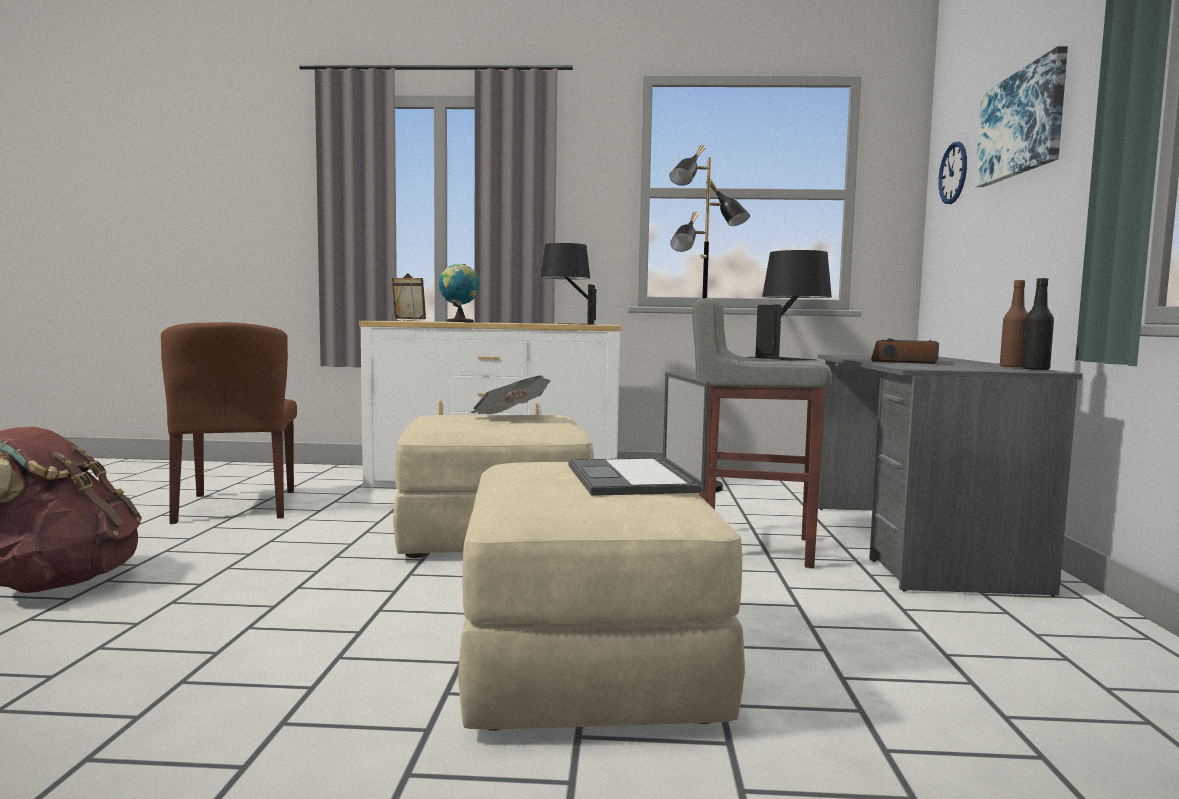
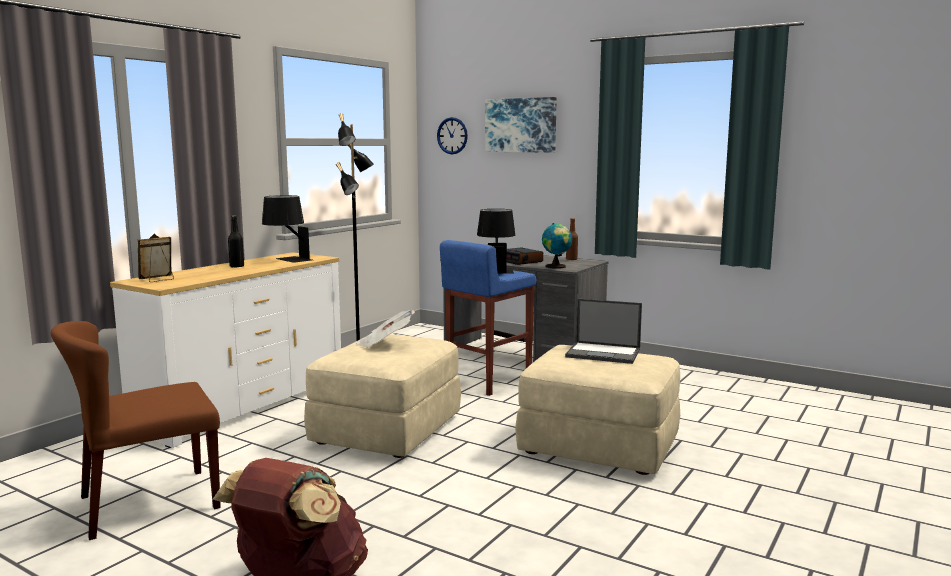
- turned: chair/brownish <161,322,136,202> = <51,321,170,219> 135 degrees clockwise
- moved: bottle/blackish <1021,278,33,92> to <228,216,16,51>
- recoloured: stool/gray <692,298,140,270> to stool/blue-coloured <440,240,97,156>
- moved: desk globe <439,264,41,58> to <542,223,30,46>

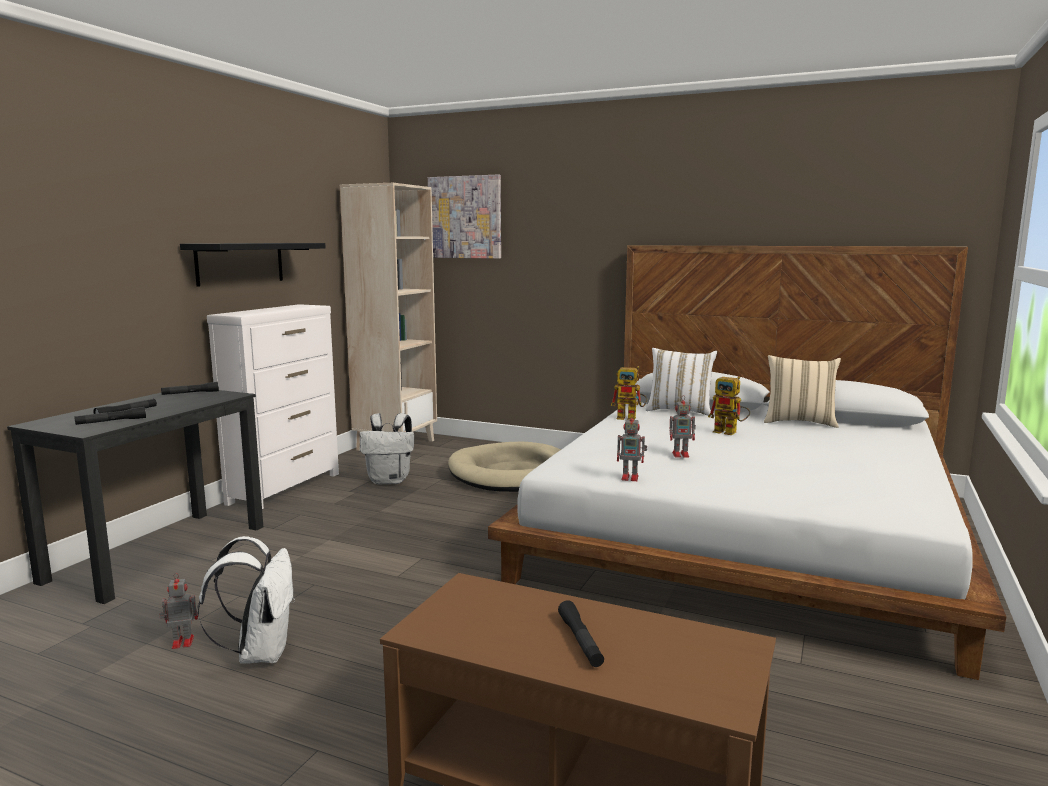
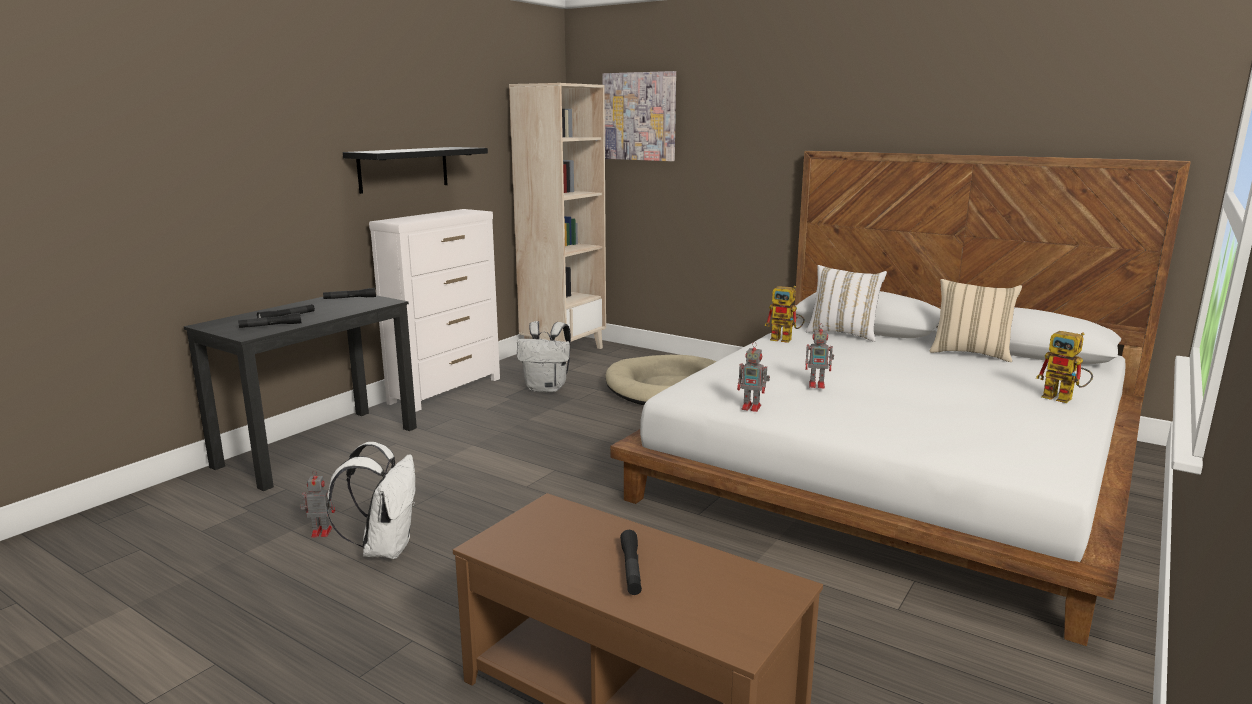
- moved: toy robot <708,376,42,59> to <1036,331,57,72>

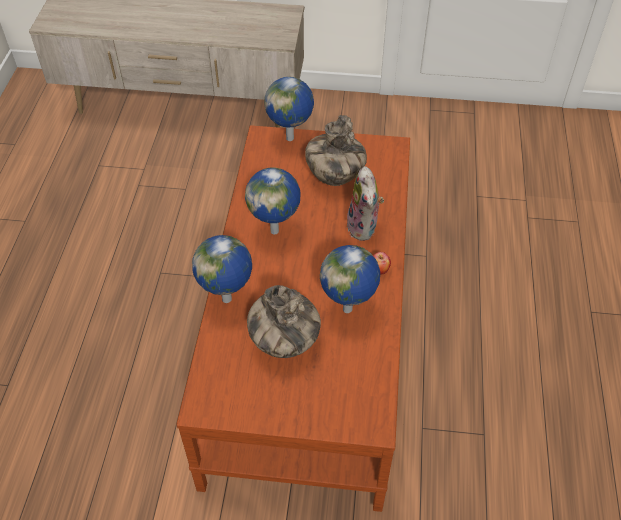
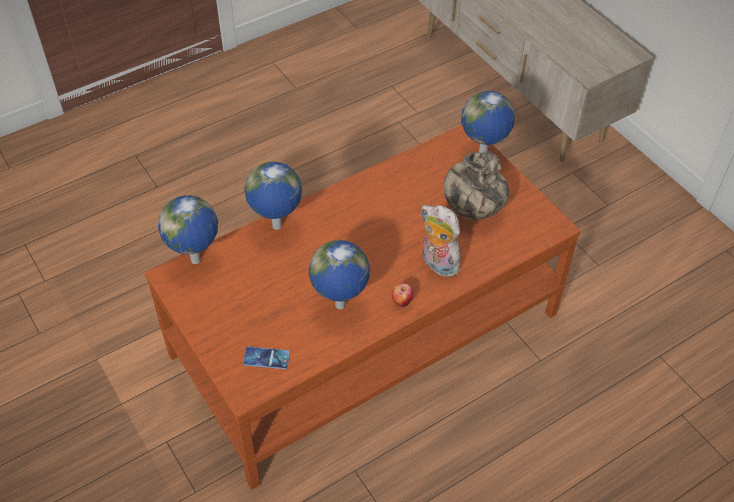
- moved: desk globe <245,168,56,66> to <158,195,60,69>
- added: handset <243,347,47,22>
- turned: soft toy <345,166,39,75> = <421,205,40,72> 90 degrees clockwise
- removed: vase <247,285,74,73>

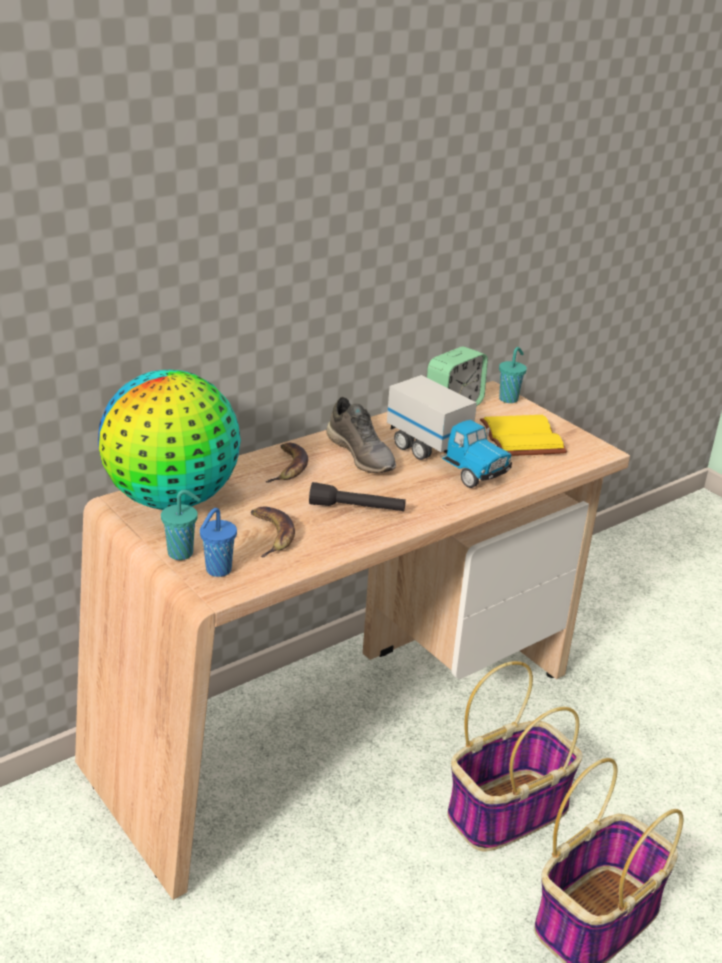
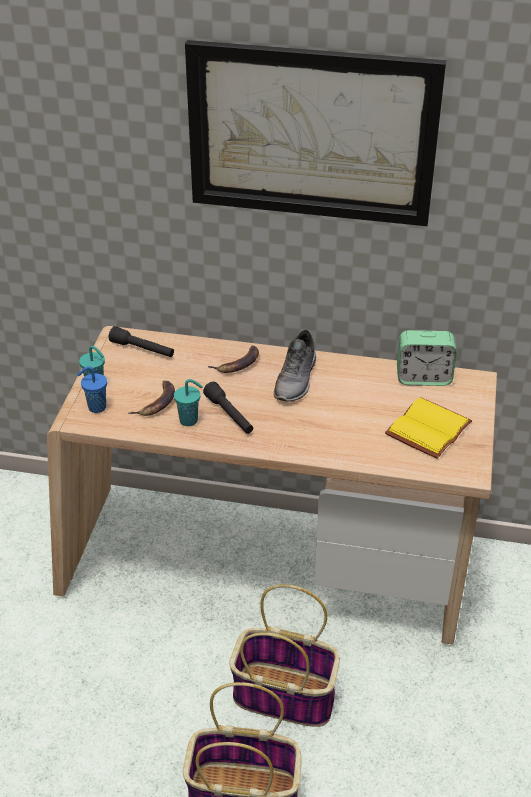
- replaced: desk globe <98,370,143,140> to flashlight/blackish <109,326,65,31>
- moved: small cup/turquoise-coloured <499,347,28,56> to <174,379,29,47>
- added: wall picture <185,40,261,186>
- removed: model truck <387,375,125,113>

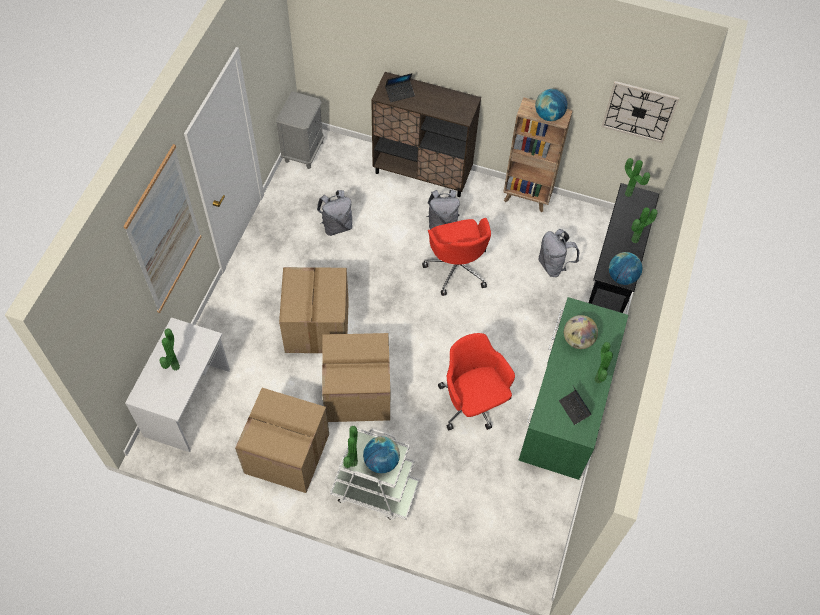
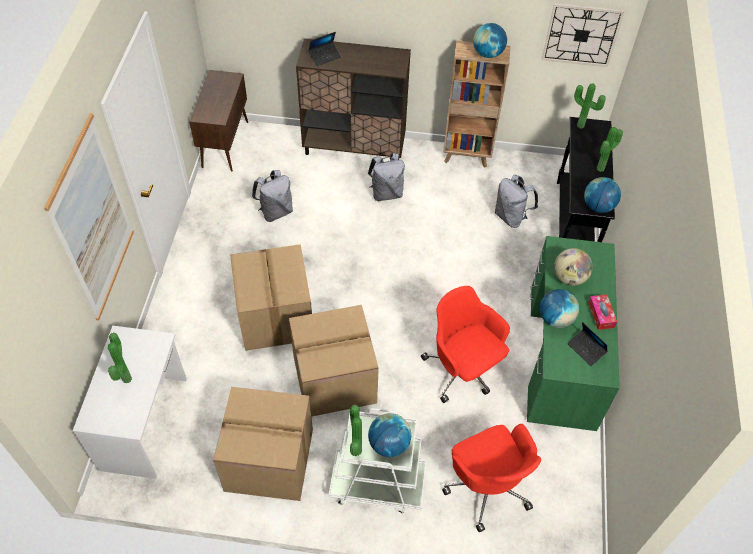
- replaced: night table/gray <276,91,49,78> to cupboard/brownish <189,70,59,102>
- moved: office chair/red <422,218,69,78> to <442,424,99,108>
- added: desk globe <540,289,39,39>
- replaced: houseplant <595,342,18,41> to box of tissues <588,294,29,36>

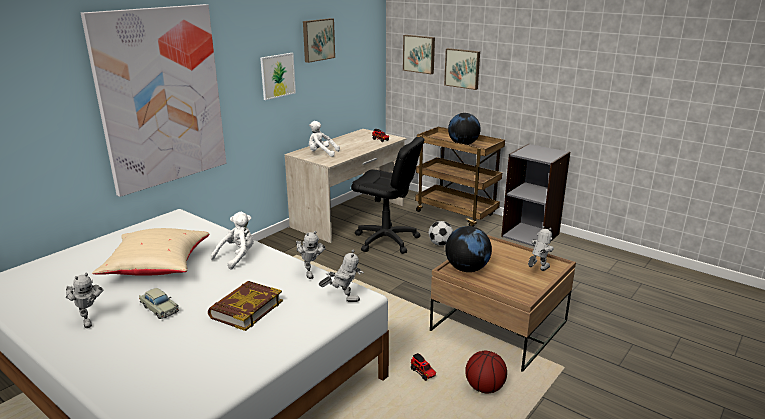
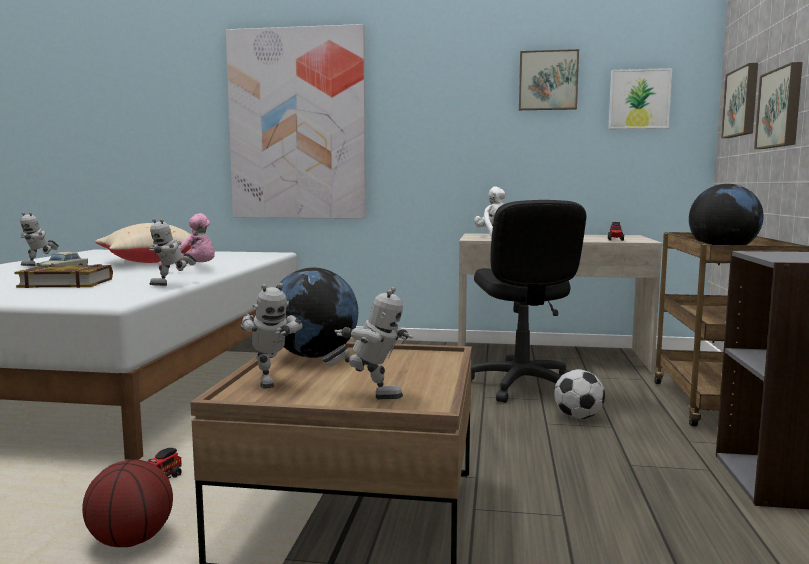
- recoloured: soft toy/white-coloured <211,212,43,58> to soft toy/pink <159,213,56,53>
- moved: toy robot <319,250,45,52> to <240,283,63,105>
- moved: wall picture <260,53,36,47> to <608,68,64,61>

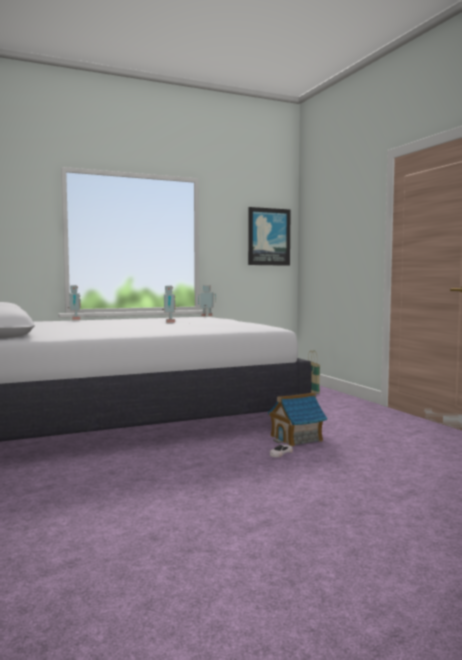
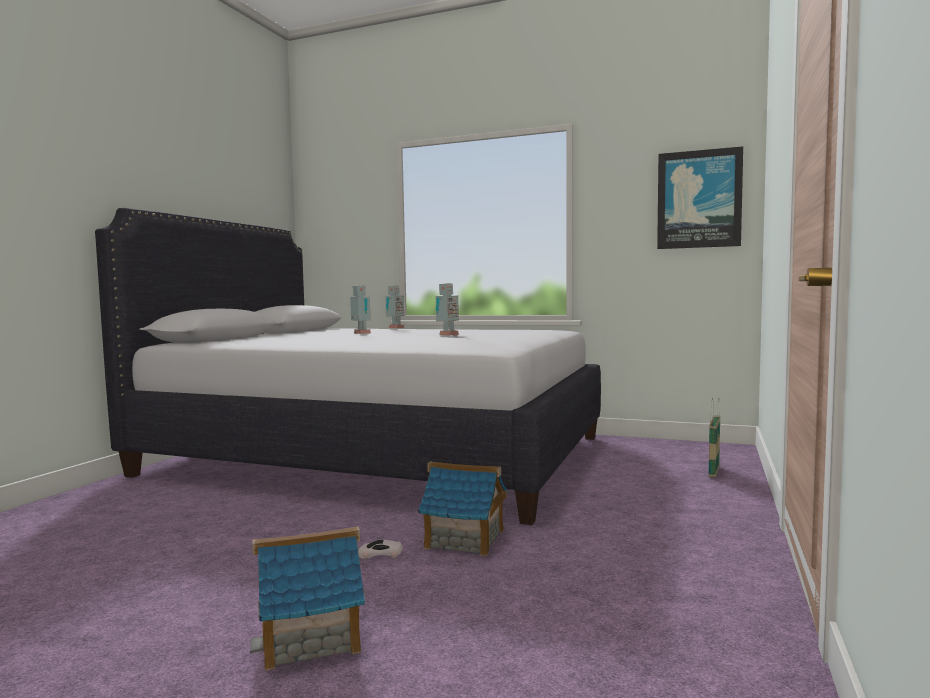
- added: model house <250,526,115,144>
- moved: toy robot <198,285,18,31> to <350,285,21,49>

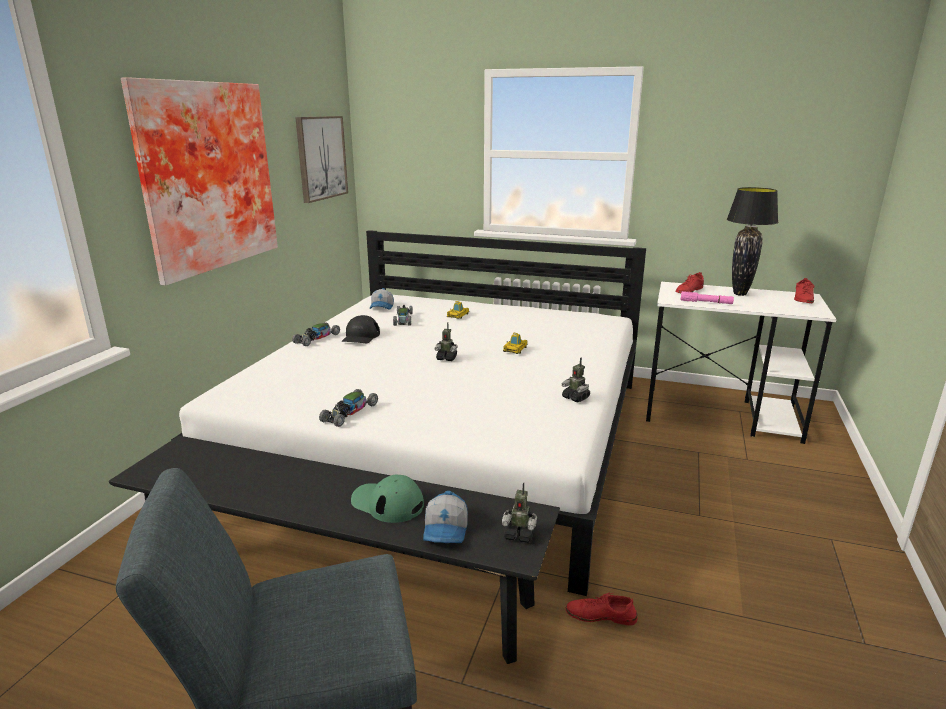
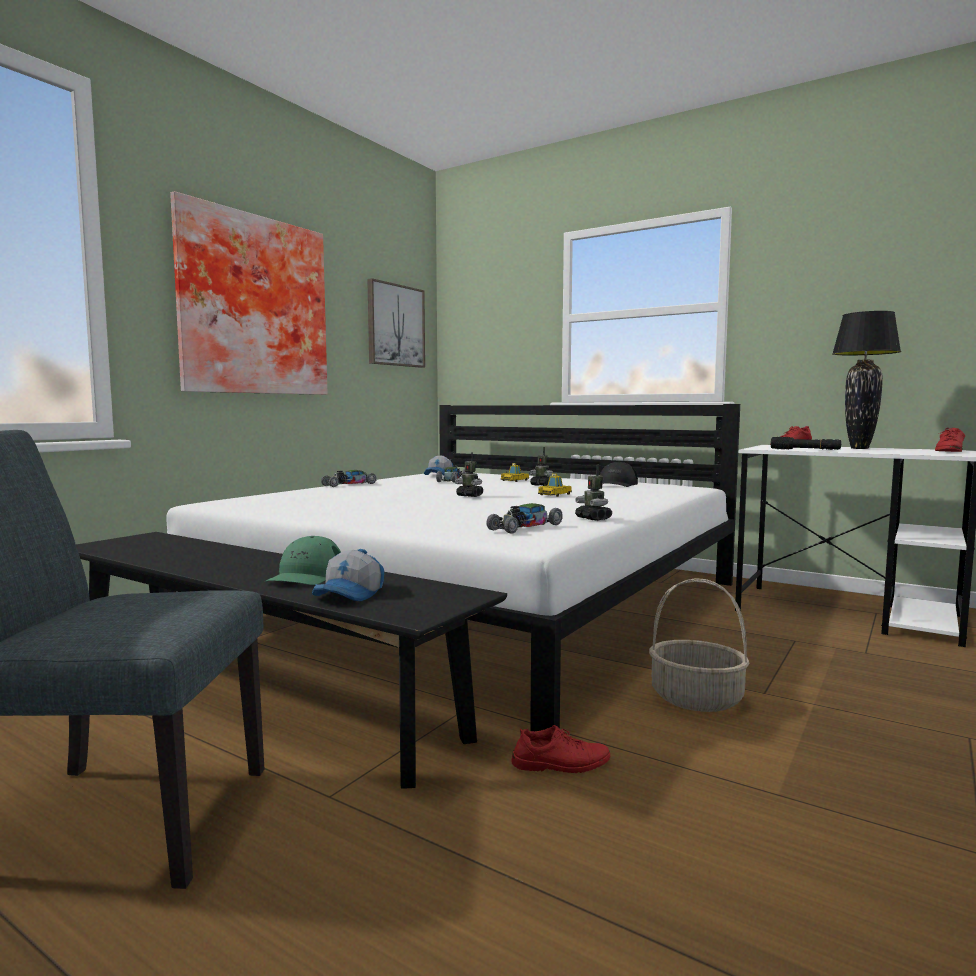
- turned: peaked cap/green <351,474,73,49> = <265,536,76,49> 120 degrees counterclockwise
- moved: miniature car <319,389,59,38> to <486,503,77,31>
- turned: item of footwear/red <566,592,71,33> = <511,725,99,48> 150 degrees clockwise
- moved: toy robot <502,482,35,61> to <529,447,24,39>
- moved: peaked cap/blackish <342,315,38,28> to <600,462,38,25>
- added: basket <649,578,101,134>
- recoloured: flashlight/pink <681,291,53,13> to flashlight/blackish <771,437,70,13>

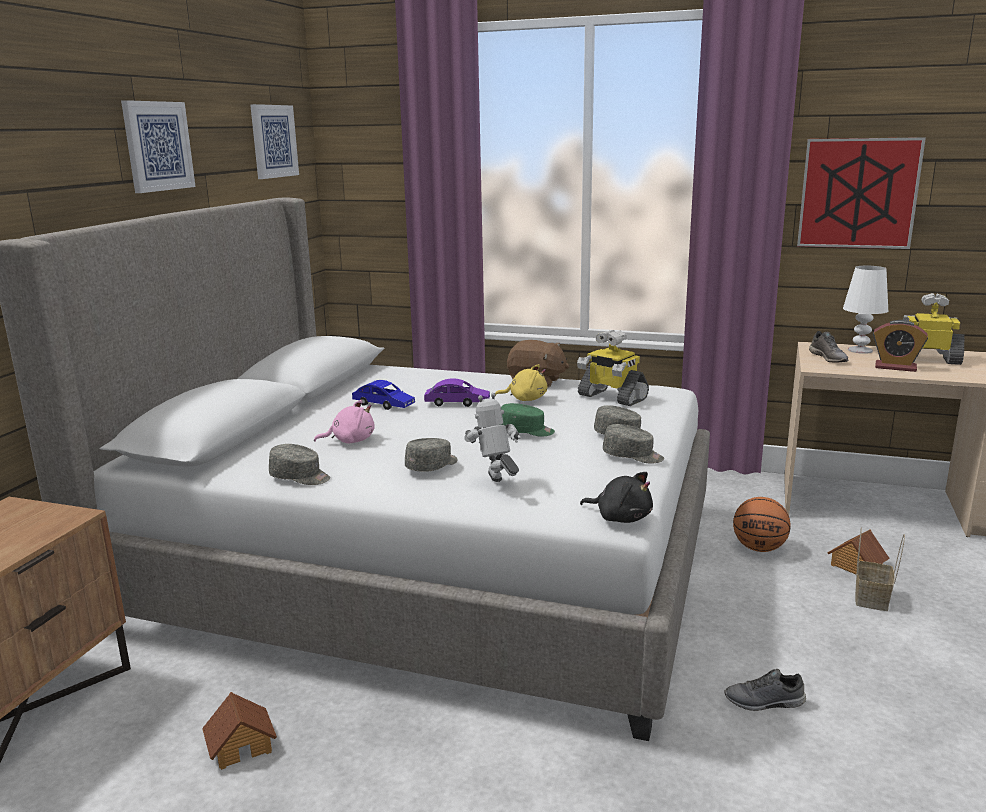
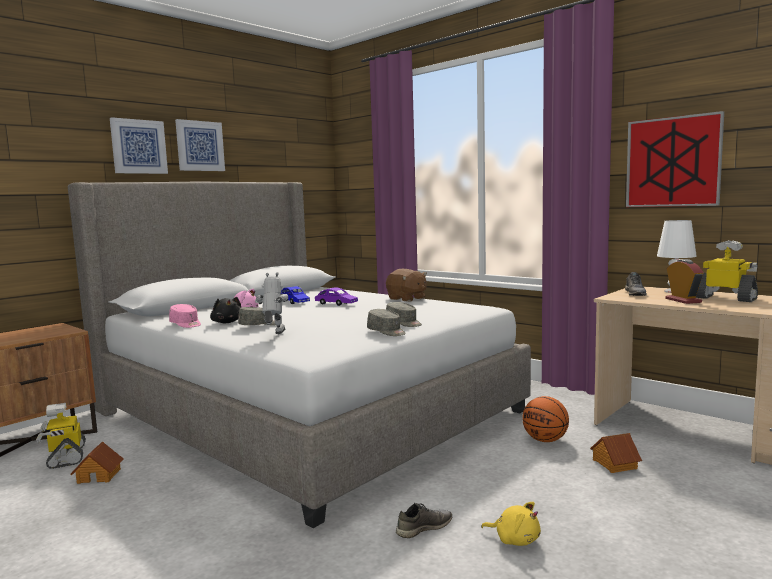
- moved: toy robot <577,330,72,76> to <36,403,50,66>
- moved: wall picture <250,104,49,75> to <110,117,58,57>
- recoloured: peaked cap/gray <269,444,61,41> to peaked cap/pink <169,304,32,24>
- moved: soft toy/blackish <580,472,73,51> to <210,297,31,26>
- turned: item of footwear/gray <724,669,82,42> = <396,503,56,35> 120 degrees clockwise
- moved: soft toy/yellow-coloured <495,364,52,37> to <481,502,60,44>
- turned: bedside clock <873,320,55,52> = <665,259,39,45> 150 degrees counterclockwise
- removed: peaked cap/green <501,403,54,34>
- removed: basket <855,527,50,84>

